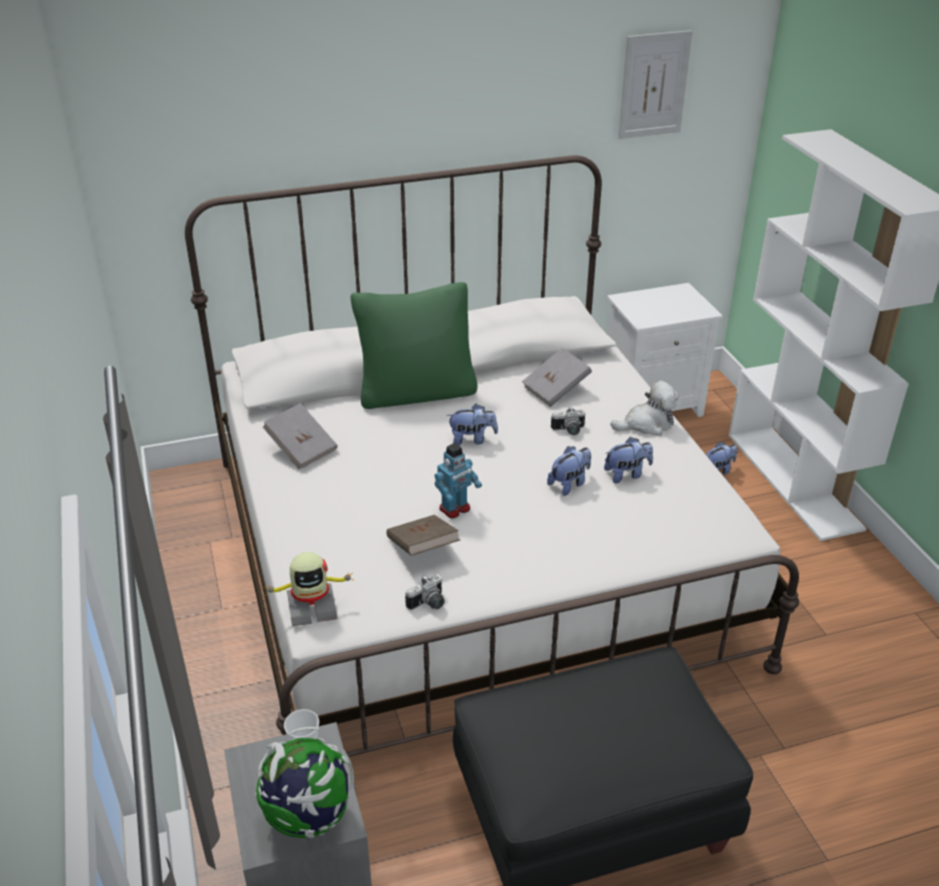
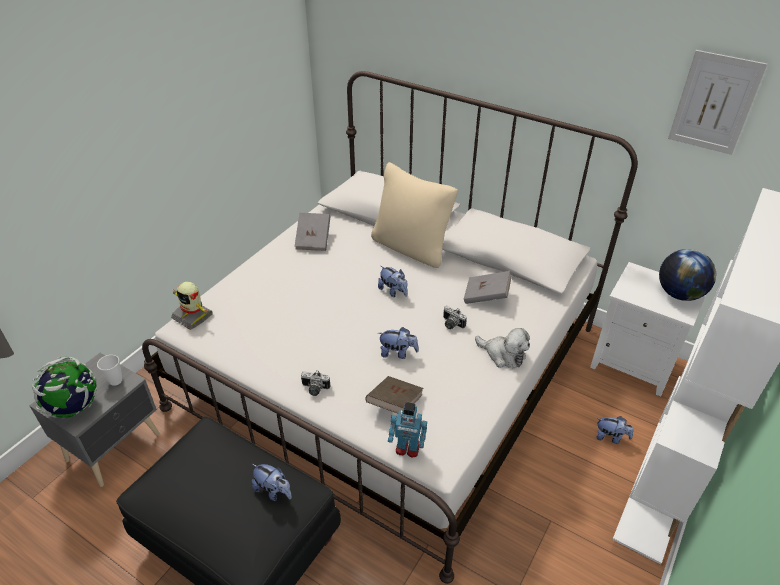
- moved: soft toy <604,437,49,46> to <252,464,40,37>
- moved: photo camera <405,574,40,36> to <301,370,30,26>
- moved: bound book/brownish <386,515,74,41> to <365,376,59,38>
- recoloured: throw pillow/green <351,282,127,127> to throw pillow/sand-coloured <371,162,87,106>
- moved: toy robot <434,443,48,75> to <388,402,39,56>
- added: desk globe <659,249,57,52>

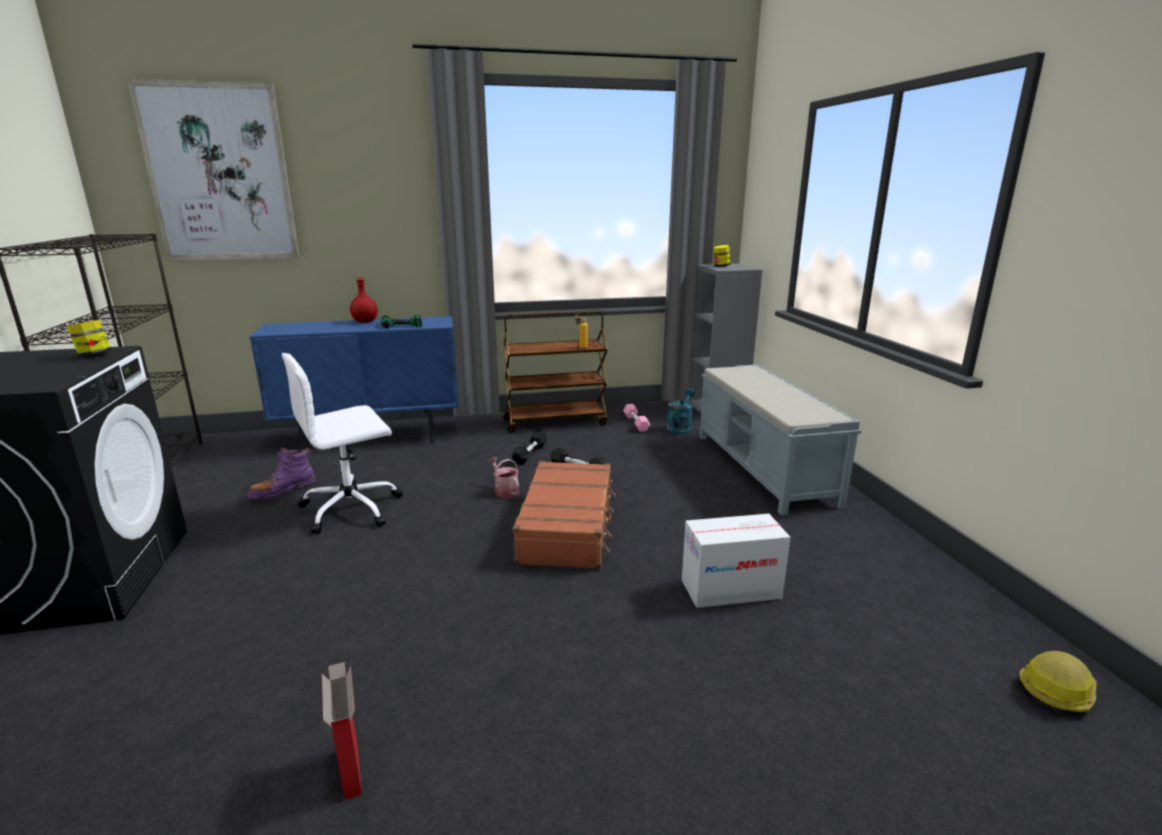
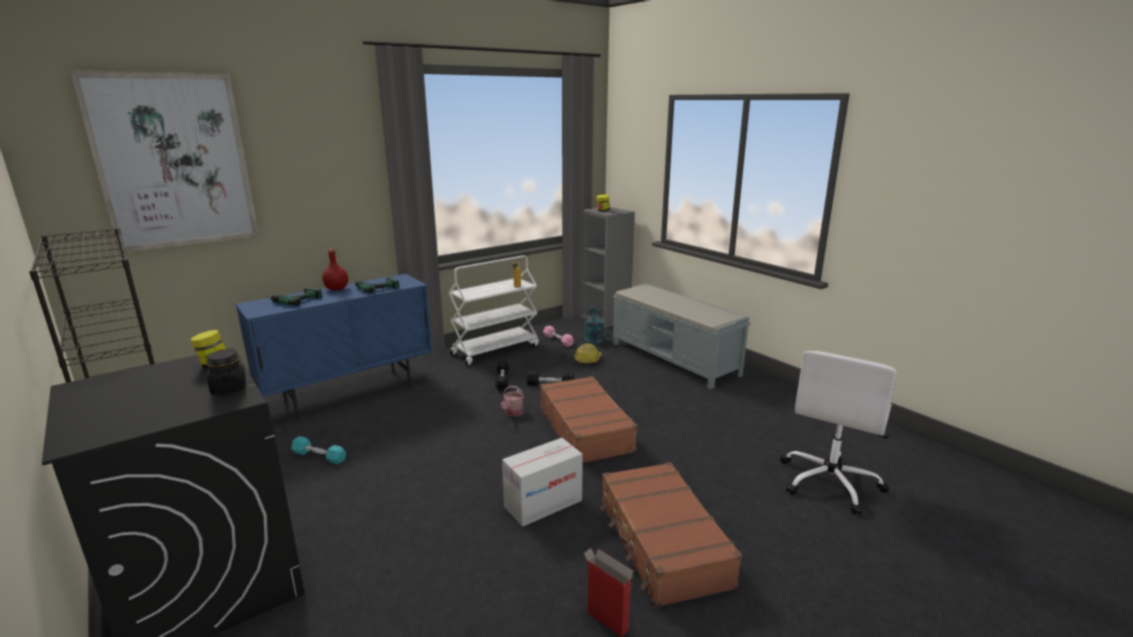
- added: jar/blackish <206,350,40,45>
- added: electric drill <267,288,55,18>
- replaced: high-top boot/purple <247,447,69,53> to dumbbell/turquoise-coloured <291,436,55,29>
- recoloured: trolley/brownish <503,311,105,122> to trolley/white-coloured <448,255,91,111>
- turned: watering can <488,457,31,41> = <501,386,23,31> 105 degrees counterclockwise
- moved: cardboard box <682,514,108,94> to <502,438,81,89>
- moved: work helmet <1019,651,78,61> to <574,343,28,22>
- added: suitcase/brownish <601,462,141,145>
- moved: office chair/white-coloured <282,353,121,181> to <780,351,117,164>

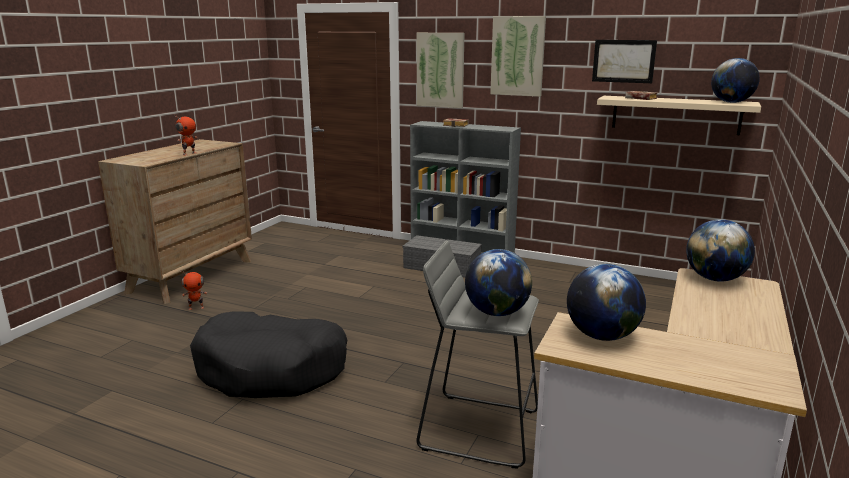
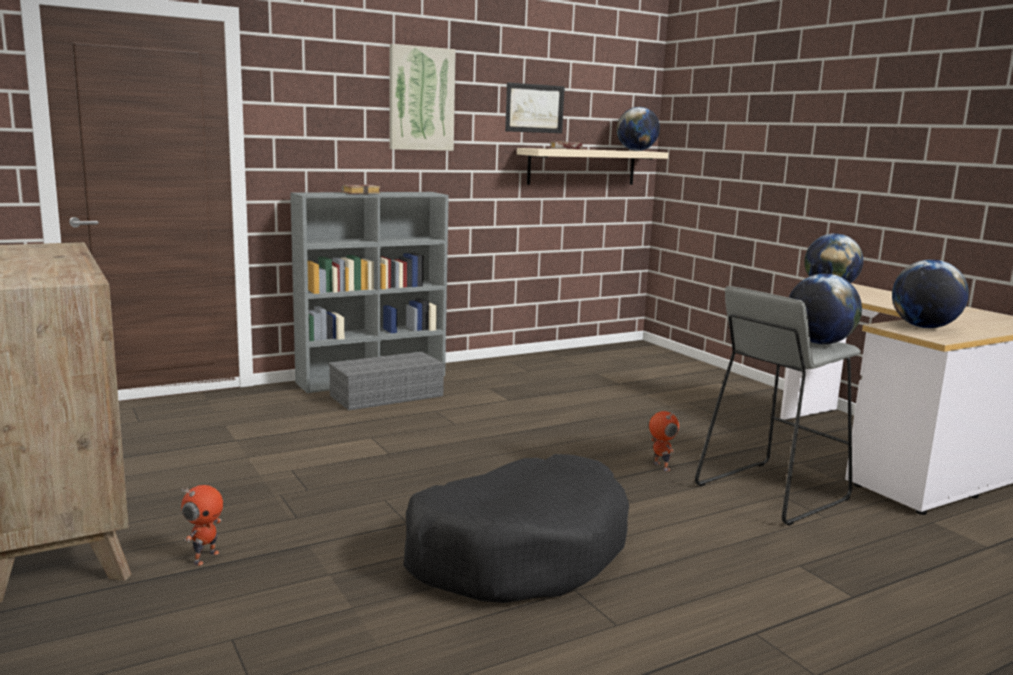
- moved: toy robot <174,115,23,40> to <649,411,30,60>
- removed: wall picture <417,33,47,75>

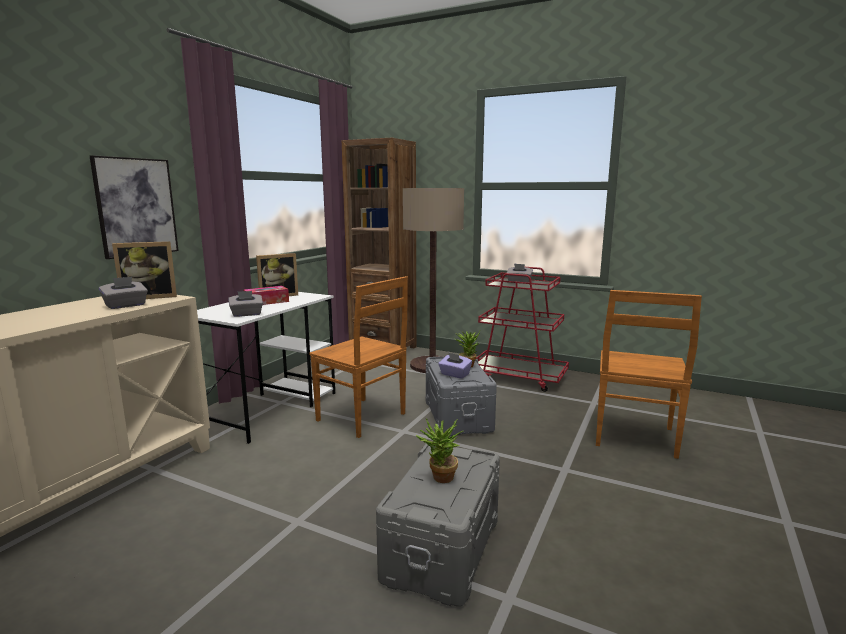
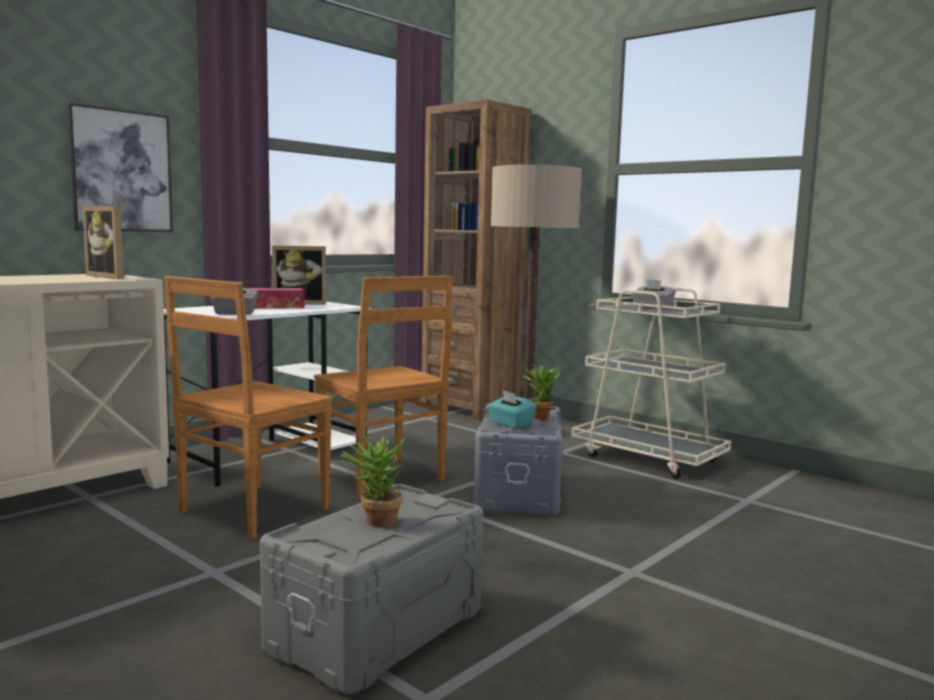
- turned: standing frame <112,241,65,58> = <82,206,43,73> 45 degrees clockwise
- moved: chair/brownish <596,290,106,169> to <164,276,169,263>
- recoloured: box of tissues/purple <438,352,34,27> to box of tissues/turquoise-coloured <487,390,49,39>
- recoloured: trolley/red <476,267,93,125> to trolley/sand-coloured <572,287,159,192>
- removed: box of tissues/gray <99,276,49,33>

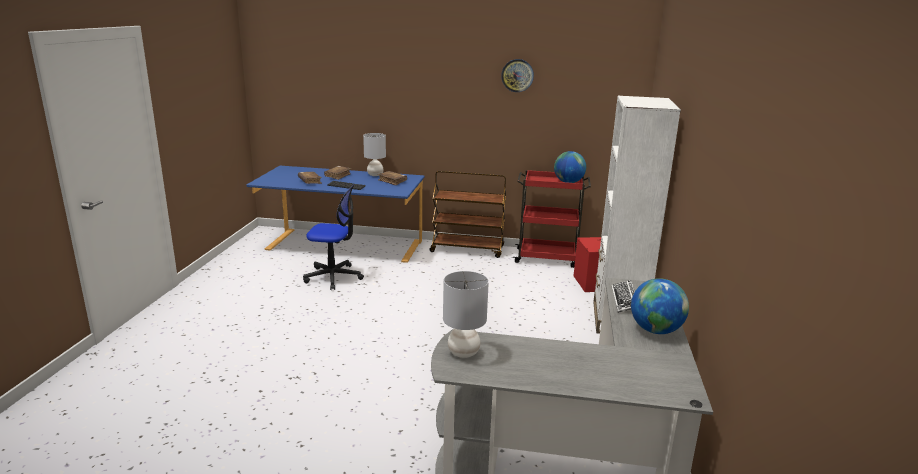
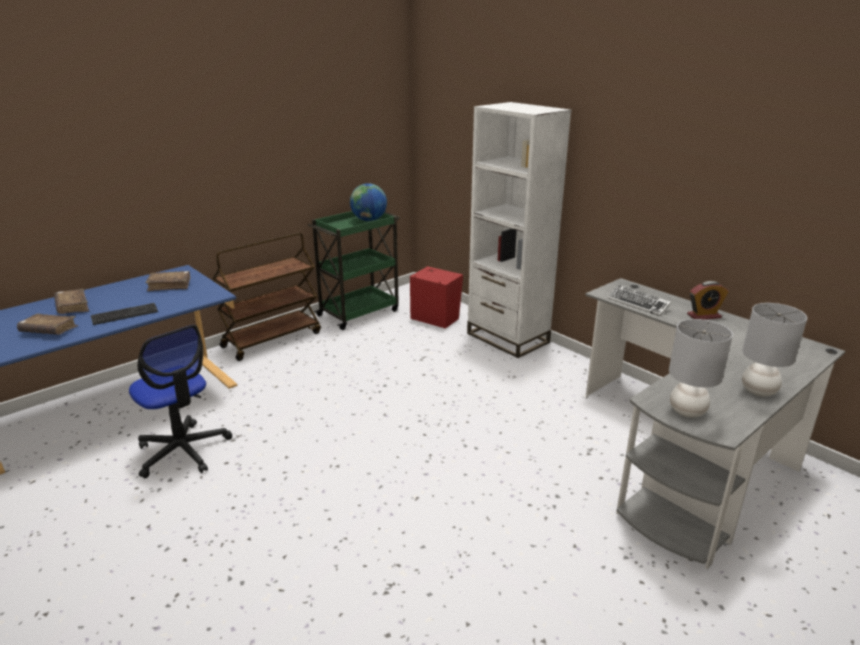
- turned: office chair <303,185,61,105> = <129,325,103,153> 90 degrees clockwise
- recoloured: trolley/red <513,170,78,98> to trolley/green <308,211,92,119>
- replaced: desk globe <631,278,58,56> to bedside clock <687,281,42,39>
- moved: lamp for a table/gray <363,133,23,43> to <742,303,65,93>
- removed: wall clock <501,59,33,33>

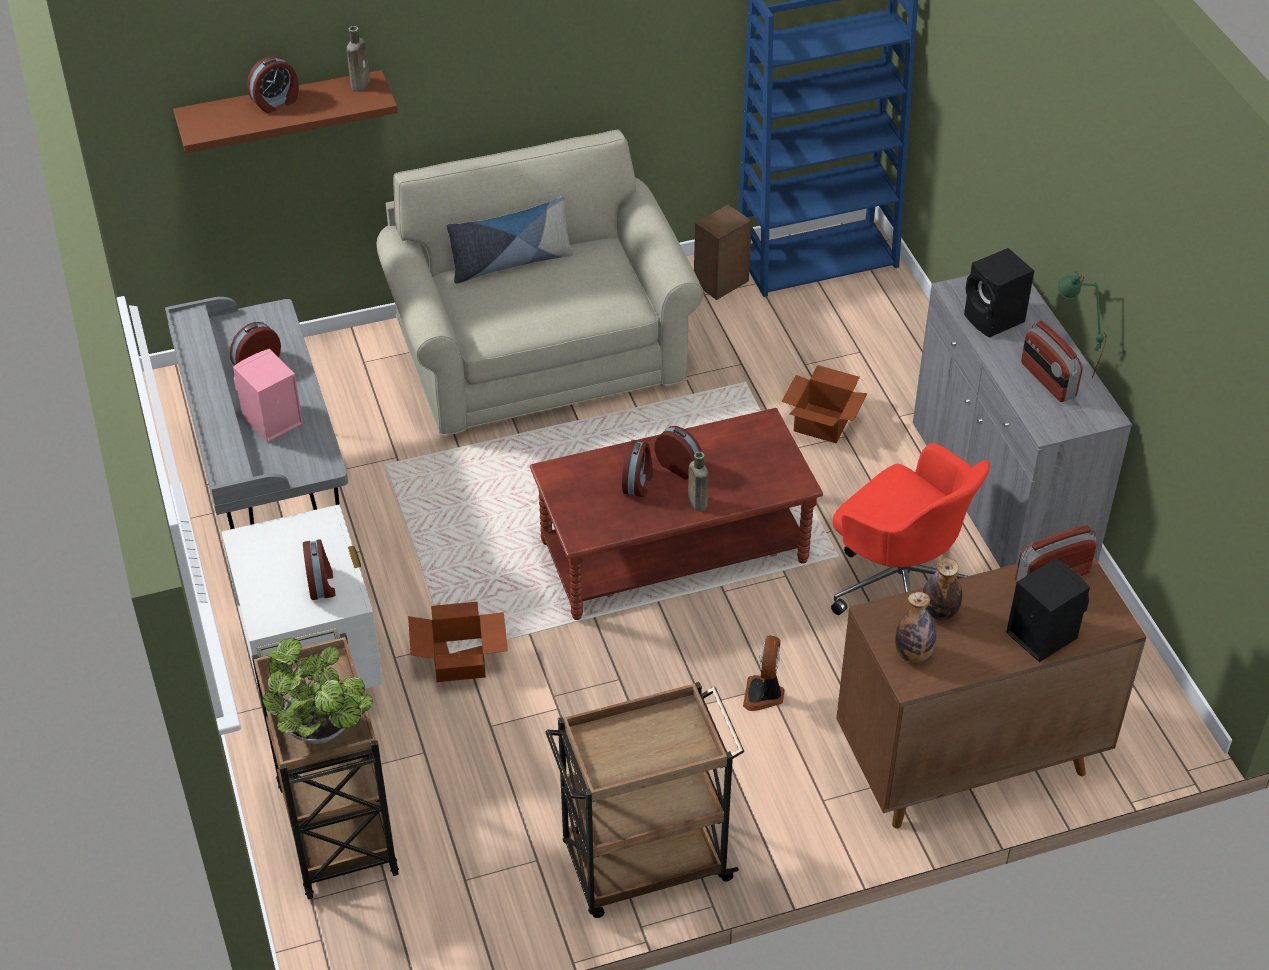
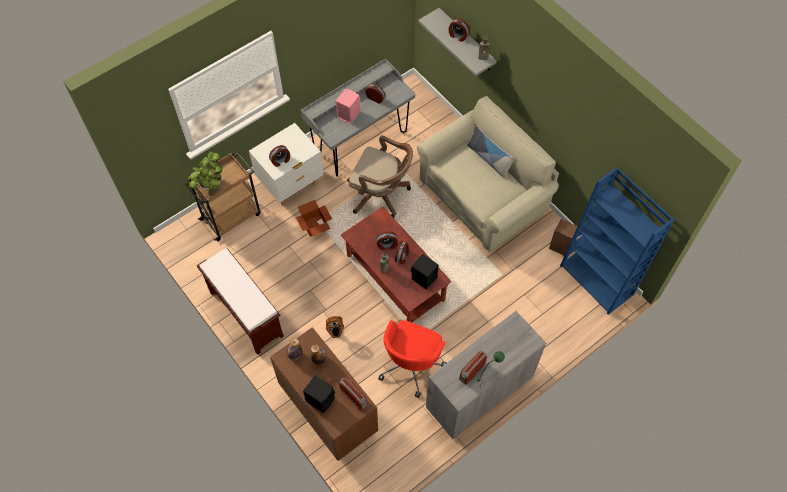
- replaced: trolley/brownish <546,682,199,236> to long seat/brownish <197,248,87,107>
- added: office chair/brownish <347,135,66,83>
- moved: speaker/blackish <964,248,70,90> to <411,254,27,36>
- recoloured: wall shelf/brownish <173,70,225,83> to wall shelf/gray <418,8,79,68>
- removed: cardboard box <781,365,86,78>

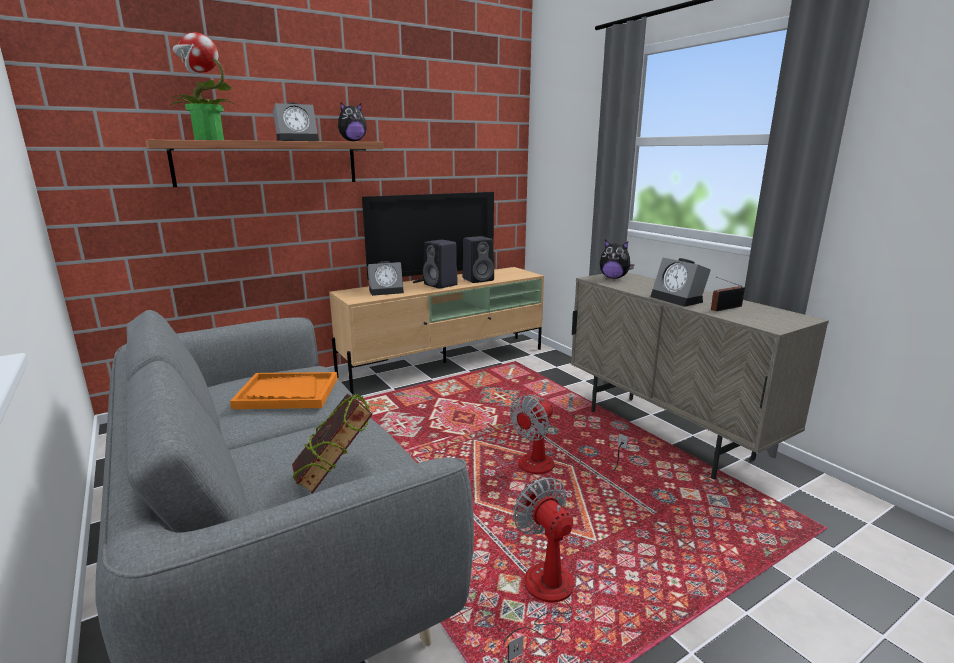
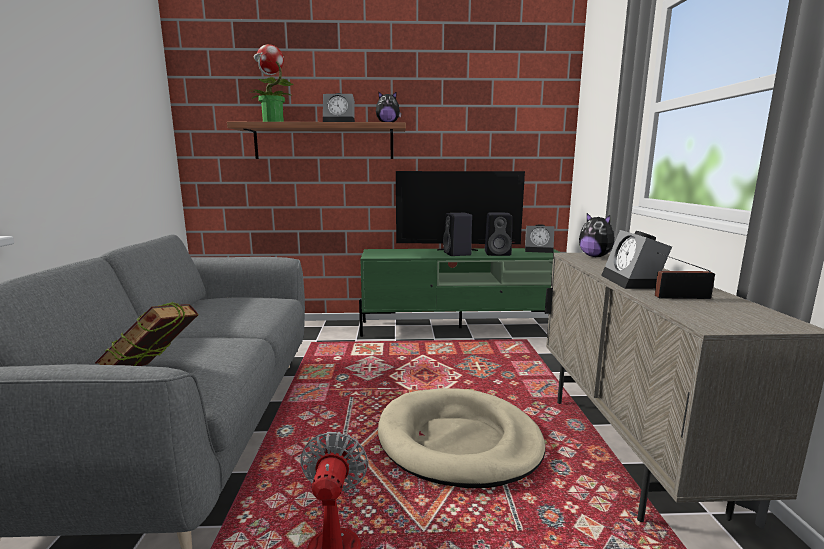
- recoloured: media console/sand-coloured <329,267,215,127> to media console/green <359,248,202,89>
- replaced: fan <510,396,118,78> to pet bed/sand-coloured <378,388,167,100>
- moved: bedside clock <367,261,37,35> to <525,224,30,29>
- removed: tray/orange <230,372,107,37>

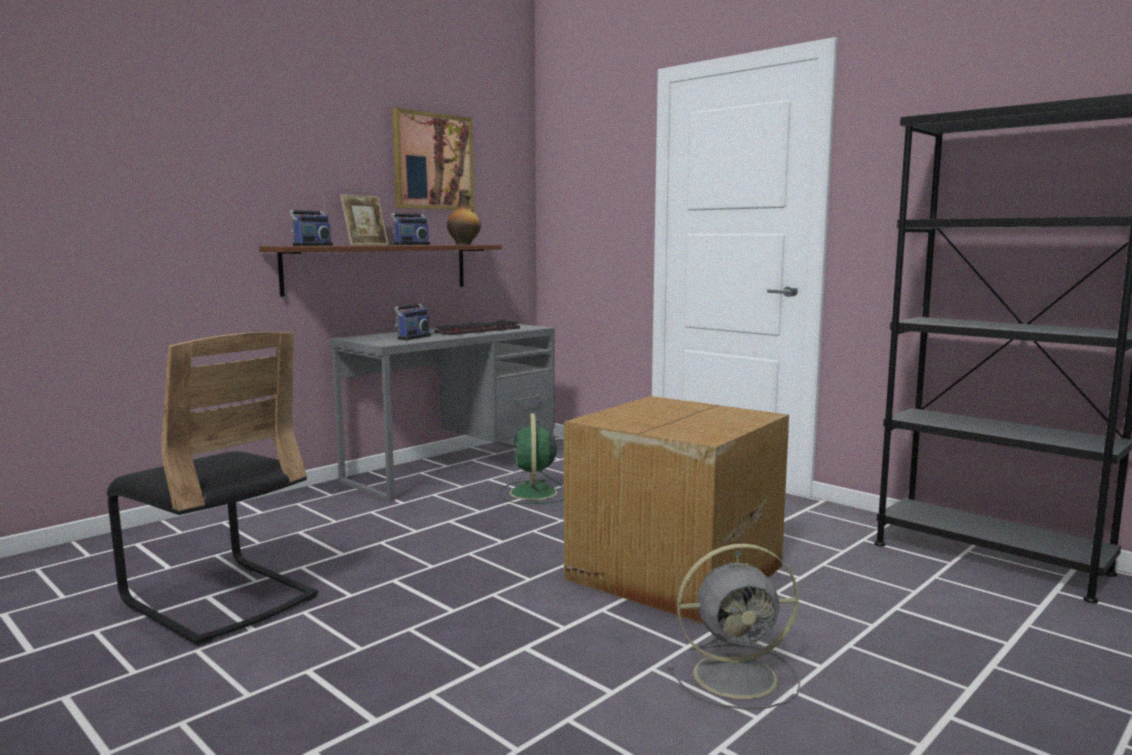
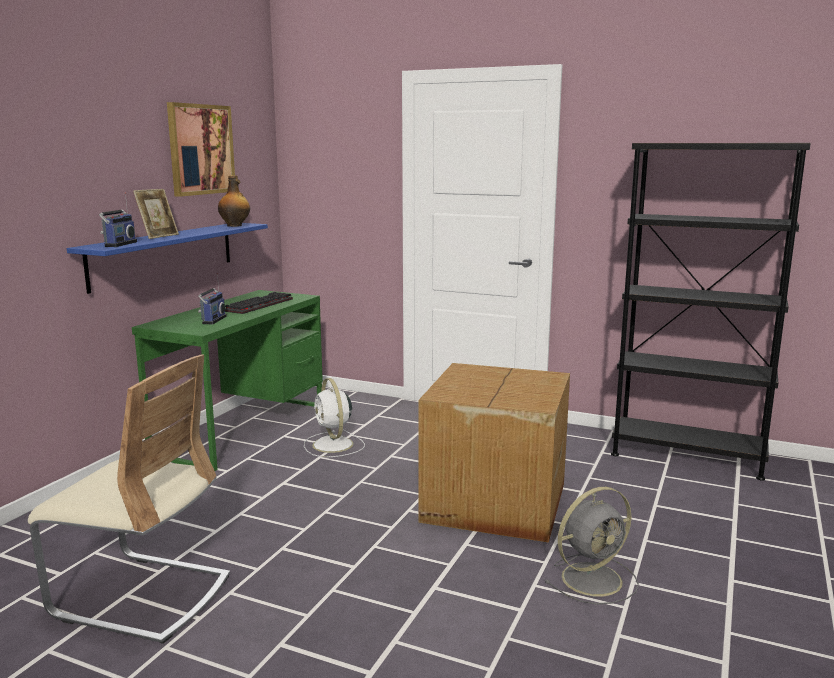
- recoloured: chair/blackish <107,332,211,314> to chair/sand-coloured <28,354,202,290>
- recoloured: wall shelf/brownish <259,245,243,52> to wall shelf/blue-coloured <67,223,201,71>
- recoloured: desk/gray <329,324,226,178> to desk/green <132,290,191,181>
- recoloured: fan/green <500,414,64,90> to fan/white-coloured <304,378,61,79>
- removed: radio receiver <391,197,39,48>

